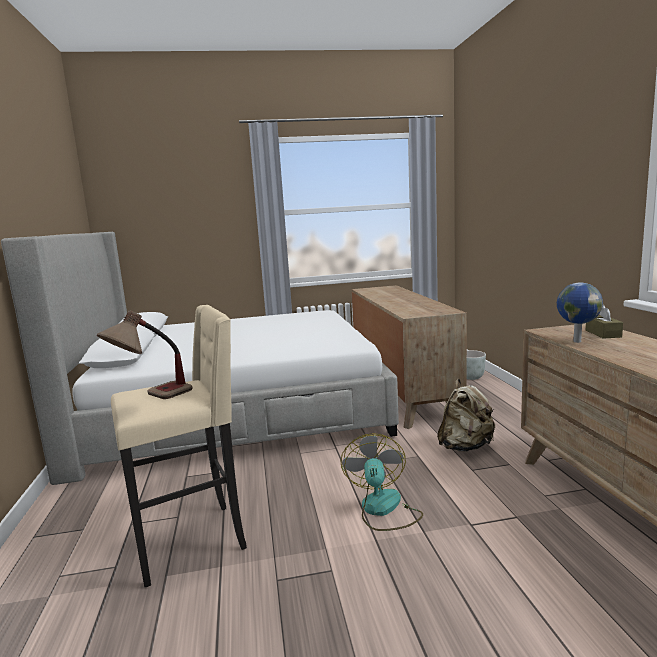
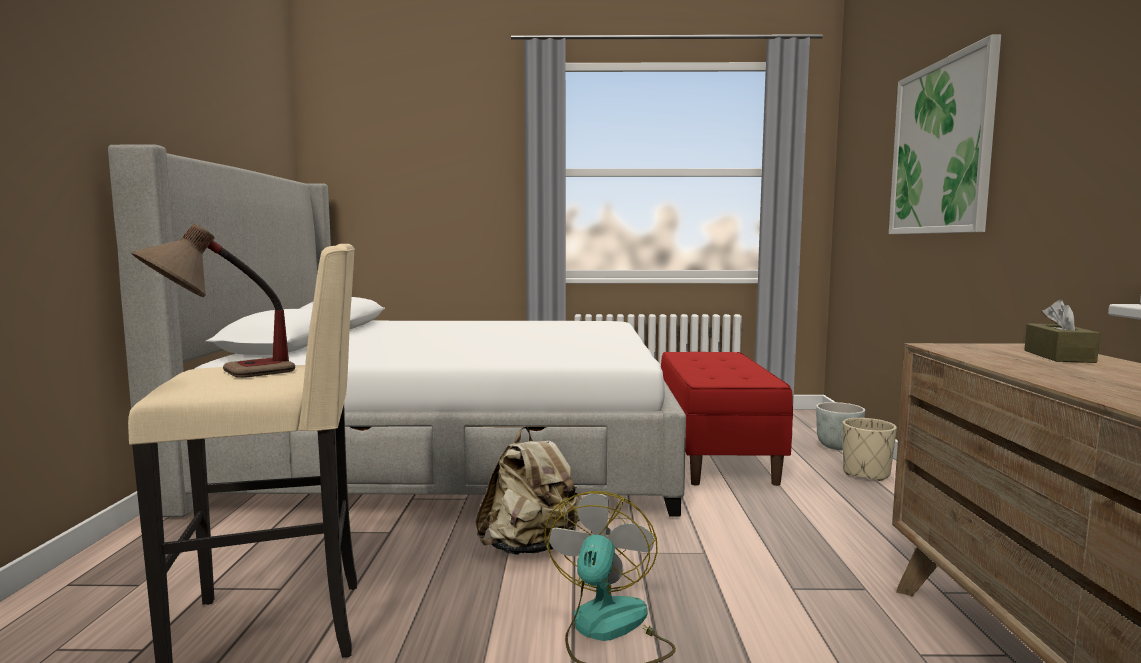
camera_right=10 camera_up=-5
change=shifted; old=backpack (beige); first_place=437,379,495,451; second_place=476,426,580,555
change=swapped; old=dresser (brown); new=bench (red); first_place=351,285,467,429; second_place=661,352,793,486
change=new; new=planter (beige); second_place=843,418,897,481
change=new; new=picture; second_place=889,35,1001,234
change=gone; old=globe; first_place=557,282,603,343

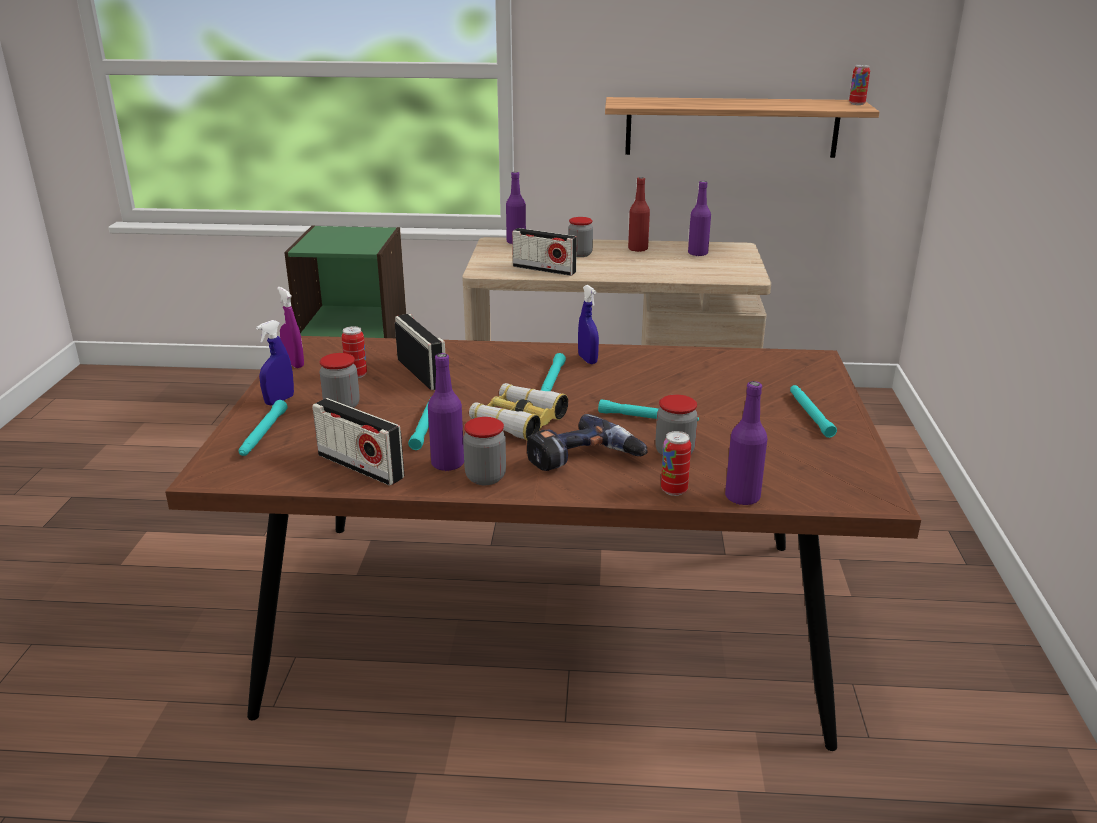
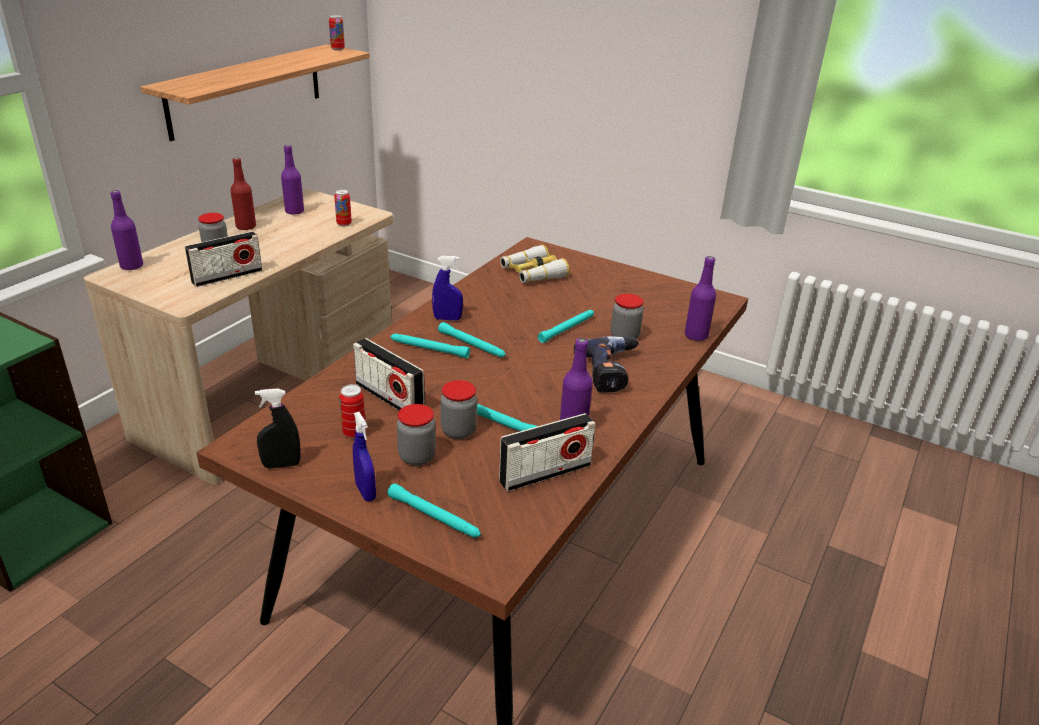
camera_right=-65 camera_up=5
change=repainted; old=spray bottle (purple); new=spray bottle (black); first_place=277,287,304,368; second_place=255,389,301,468
change=shifted; old=can; first_place=661,431,691,496; second_place=334,189,352,227
change=rotated; old=radio; first_place=395,314,445,390; second_place=353,338,425,410; degrees=-135
change=shifted; old=flashlight (turquoise); first_place=790,385,837,438; second_place=391,333,470,358
change=shifted; old=jar; first_place=463,417,506,485; second_place=441,380,477,439
change=shifted; old=binoculars; first_place=469,383,568,441; second_place=500,245,569,283

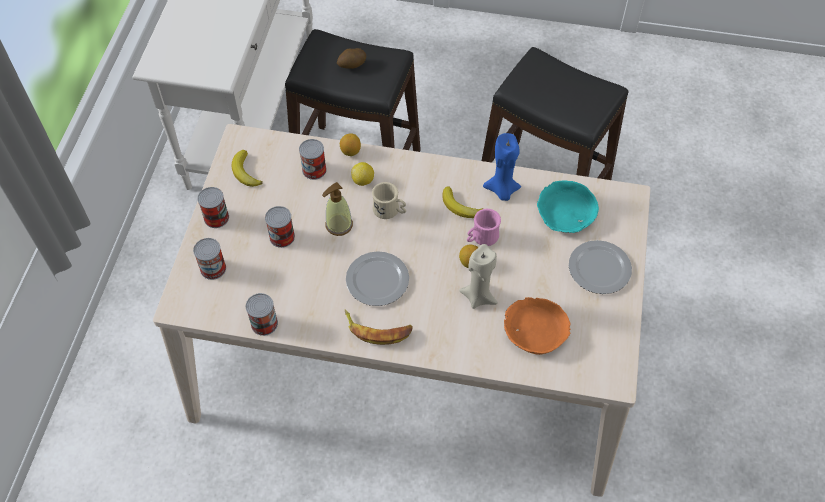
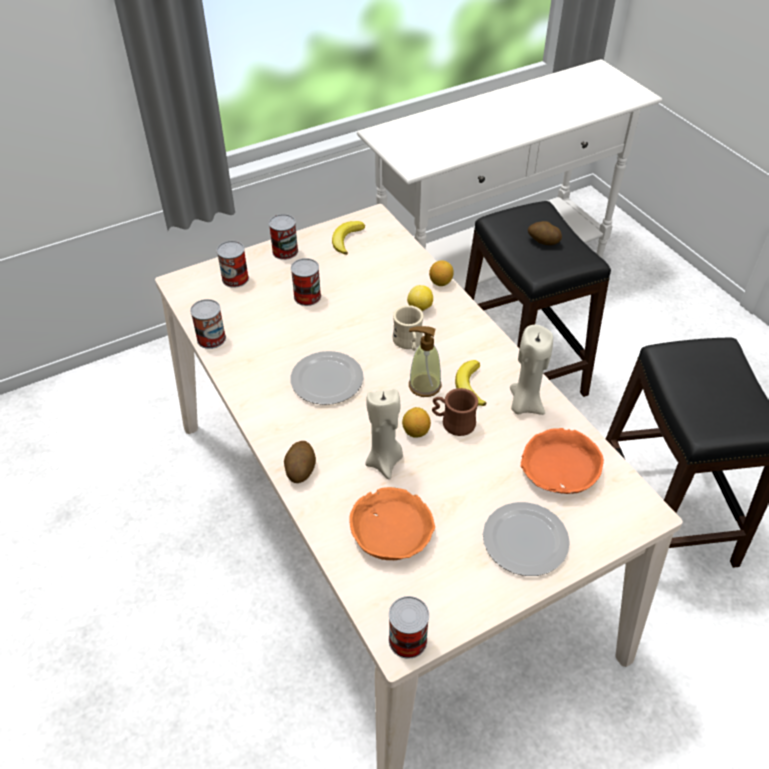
camera_right=50 camera_up=-10
change=new; new=potato; second_place=284,441,316,483
change=shifted; old=can; first_place=299,139,327,180; second_place=389,596,429,659
change=shifted; old=soap dispenser; first_place=322,182,353,236; second_place=409,326,442,397
change=repainted; old=mug (pink); new=mug (brown); first_place=467,209,501,246; second_place=432,388,478,436
change=repainted; old=candle (blue); new=candle (beige); first_place=483,133,521,201; second_place=510,325,553,415
change=repainted; old=bowl (turquoise); new=bowl (orange); first_place=537,181,599,233; second_place=520,428,604,494
change=gone; old=banana; first_place=345,309,413,345

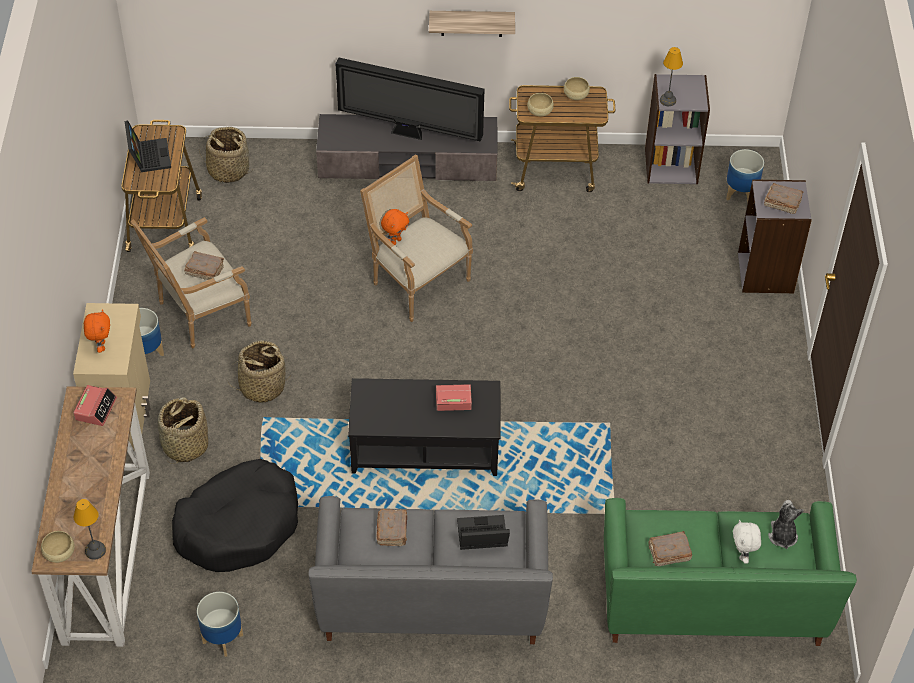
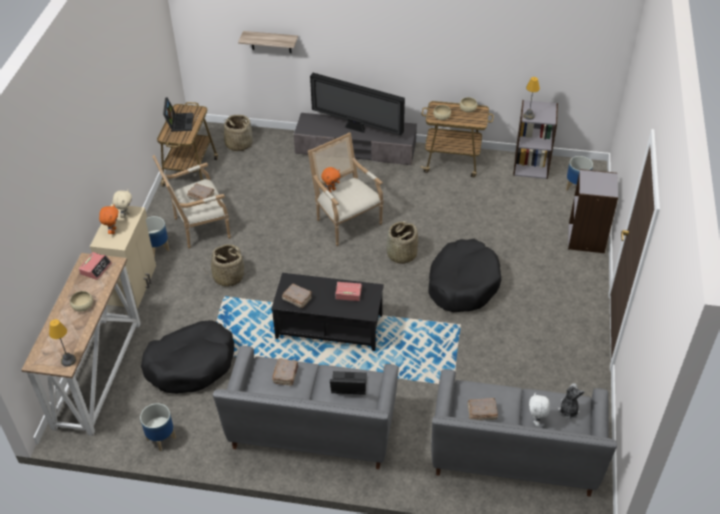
camera_right=10 camera_up=-5
change=shifted; old=bowl (beige); first_place=41,531,75,563; second_place=70,291,93,312
change=new; new=plush toy (beige); second_place=112,190,132,218
change=shifted; old=shelf; first_place=429,11,515,37; second_place=238,31,298,53
change=shifted; old=book (brown); first_place=764,183,803,214; second_place=282,284,312,308
change=shifted; old=basket; first_place=158,397,208,464; second_place=387,221,418,264
change=new; new=dog bed (black); second_place=428,239,501,312
change=repainted; old=sofa (green); new=sofa (grey); first_place=604,498,857,646; second_place=431,369,617,497

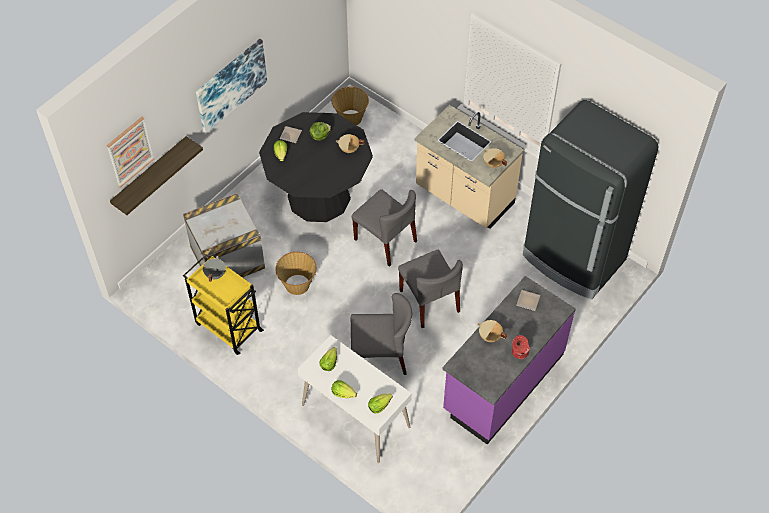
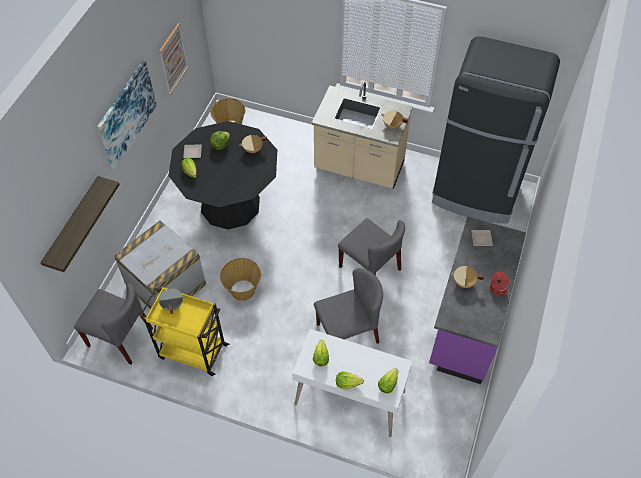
camera_right=-20 camera_up=0
change=shifted; old=chair (grey); first_place=352,189,417,267; second_place=74,284,153,364
change=shifted; old=picture; first_place=107,117,154,188; second_place=159,23,189,95

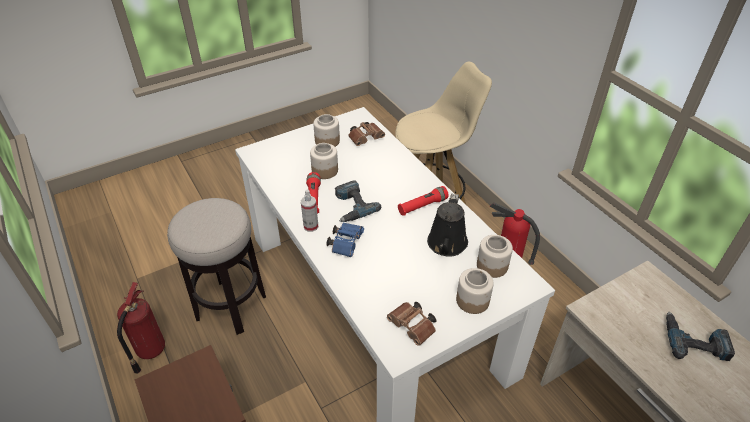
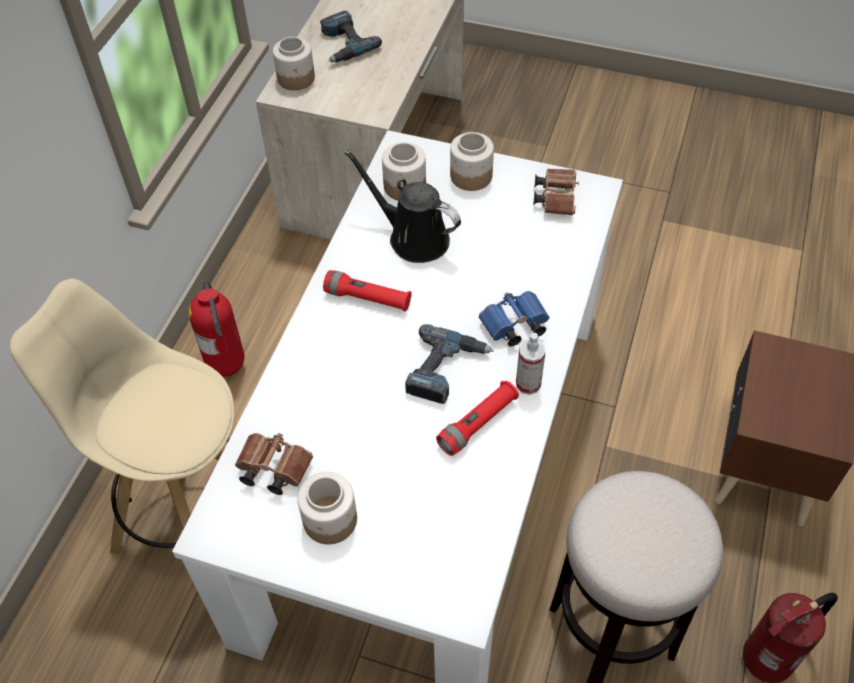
camera_right=-130 camera_up=10
change=shifted; old=jar; first_place=310,143,338,179; second_place=273,37,315,90
change=rotated; old=watering can (black); first_place=427,194,468,256; second_place=345,150,461,263; degrees=-120

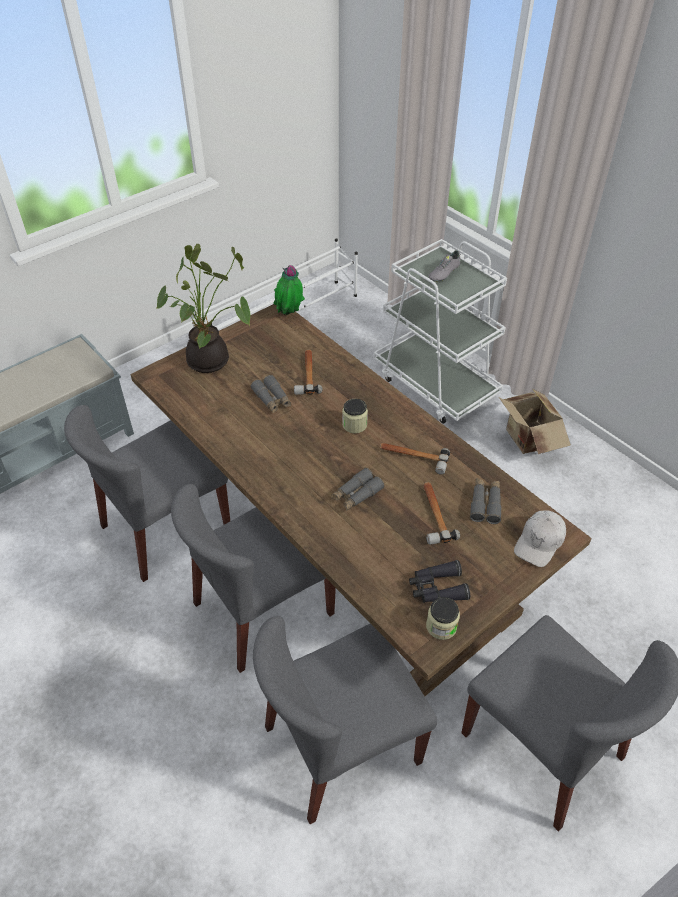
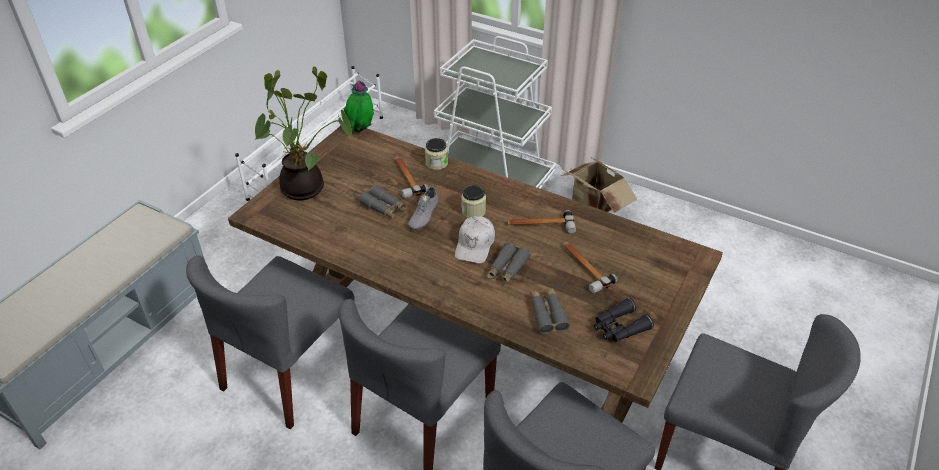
camera_right=-20 camera_up=-5
change=shifted; old=shoe (grey); first_place=428,250,461,282; second_place=408,186,439,230
change=shifted; old=jar; first_place=426,597,460,640; second_place=425,138,448,170
change=shifted; old=cap (white); first_place=514,510,566,567; second_place=455,216,495,264
change=shifted; old=binoculars (grey); first_place=470,478,502,524; second_place=531,288,570,334

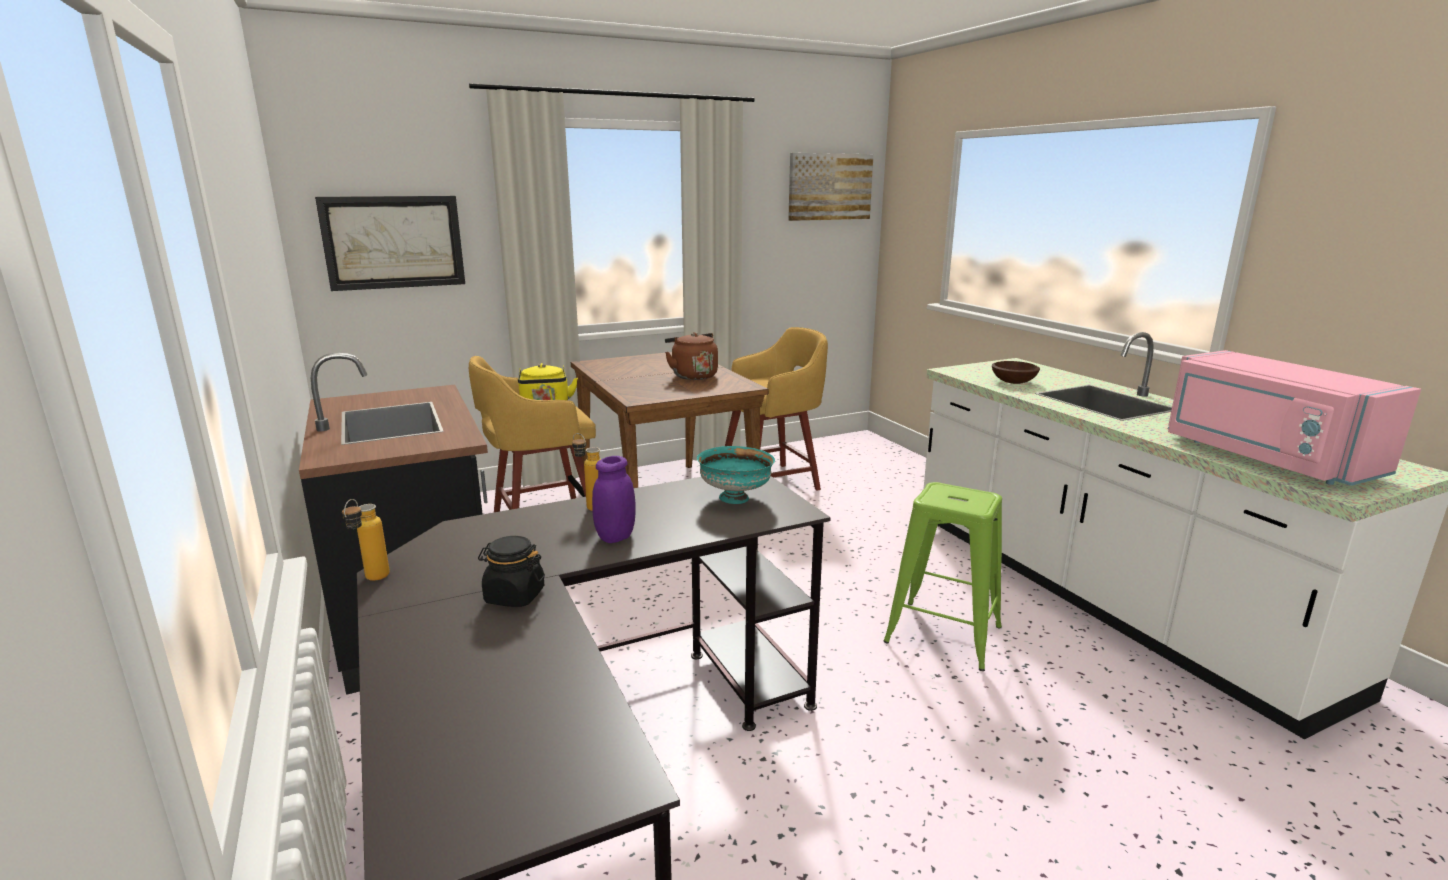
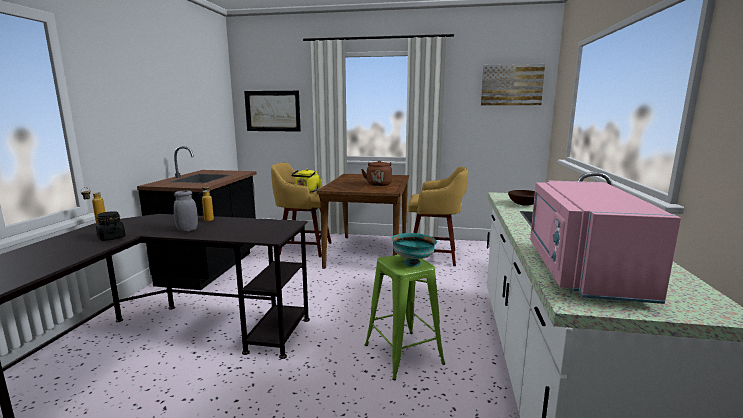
camera_right=35 camera_up=-5
change=repainted; old=jar (purple); new=jar (grey); first_place=592,456,636,543; second_place=174,190,198,232
change=shifted; old=bowl (turquoise); first_place=697,446,775,504; second_place=391,233,437,267

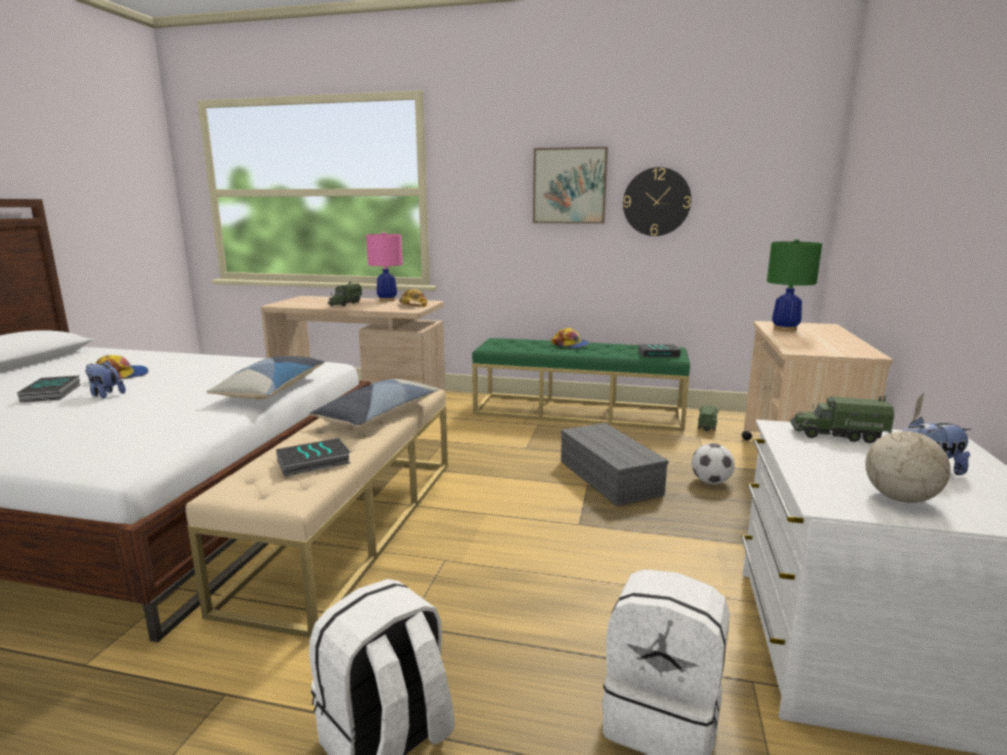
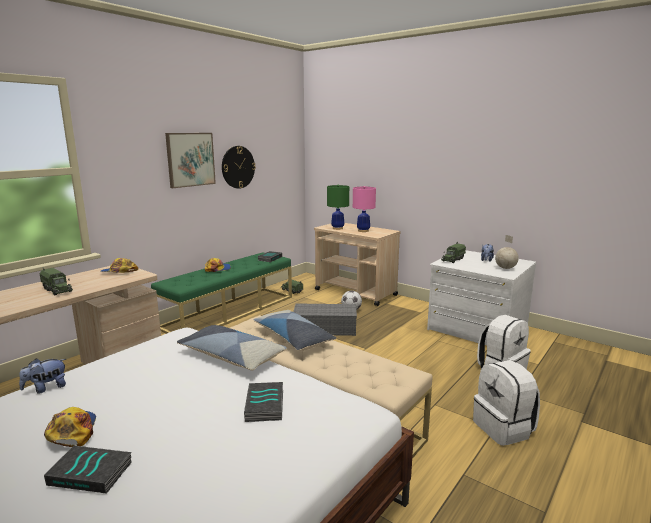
camera_right=-65 camera_up=0
change=shifted; old=plush toy; first_place=85,360,126,399; second_place=19,359,66,393
change=shifted; old=book; first_place=276,438,350,477; second_place=244,382,283,422
change=shifted; old=table lamp (pink); first_place=366,232,403,302; second_place=353,186,376,232

